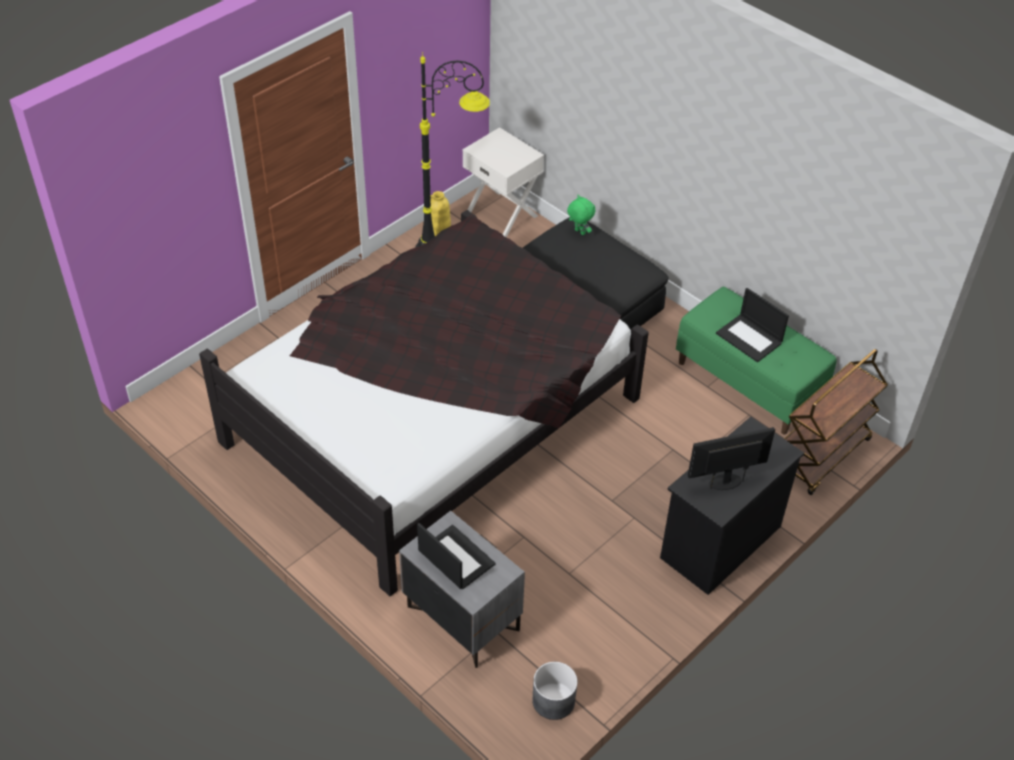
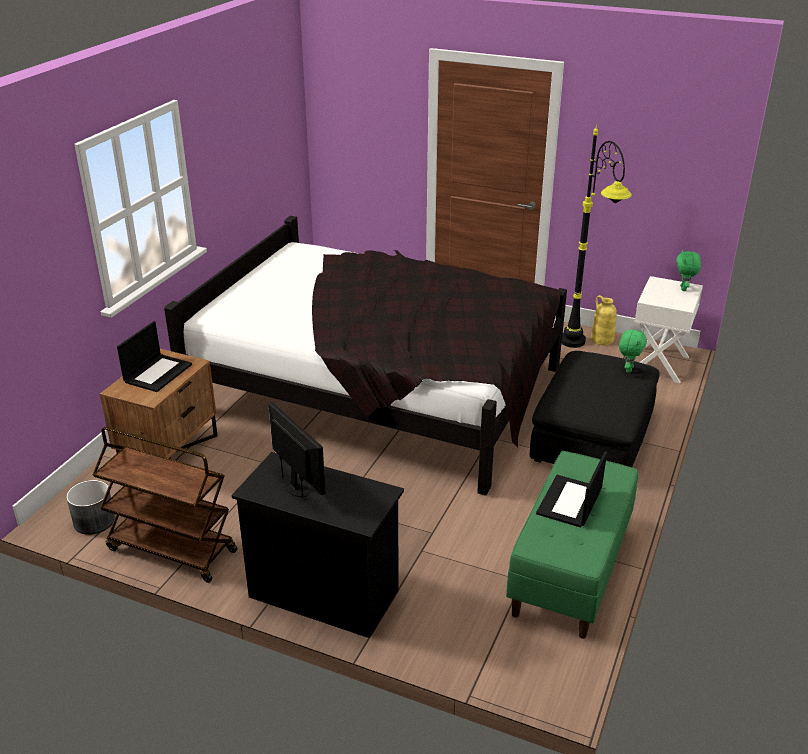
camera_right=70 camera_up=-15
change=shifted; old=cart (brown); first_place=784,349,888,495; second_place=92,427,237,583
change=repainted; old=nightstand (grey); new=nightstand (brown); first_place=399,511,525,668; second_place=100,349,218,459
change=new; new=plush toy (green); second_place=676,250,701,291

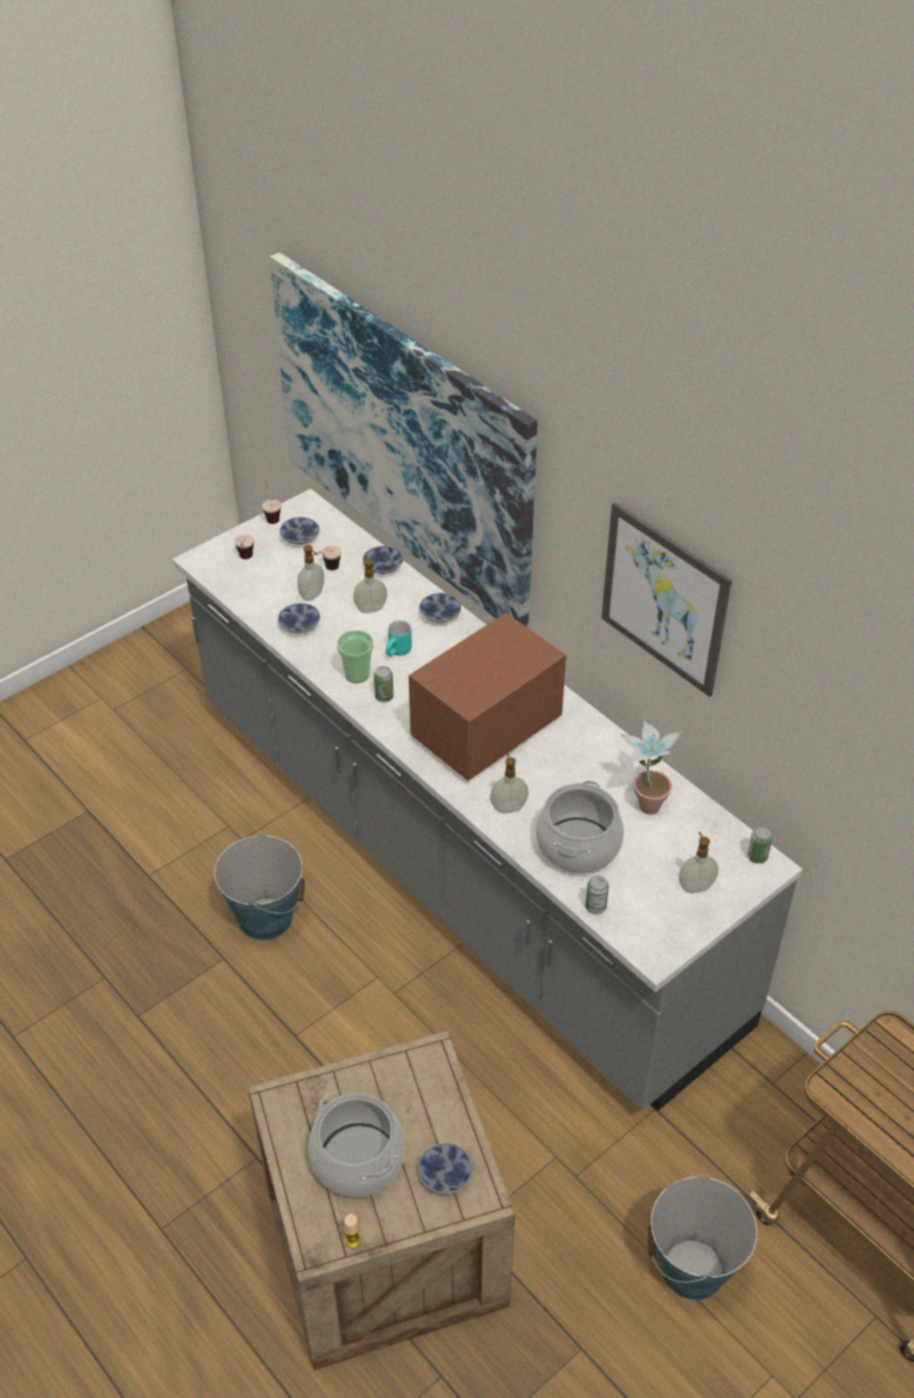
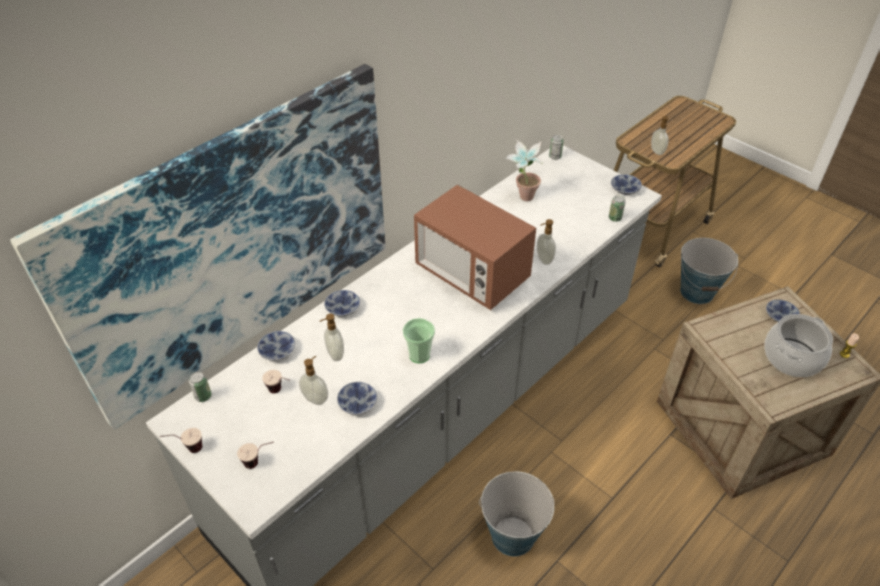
camera_right=-95 camera_up=0
change=shifted; old=can; first_place=374,666,394,702; second_place=189,372,212,402
change=shifted; old=bowl; first_place=280,517,320,545; second_place=611,174,642,195
change=shifted; old=soap dispenser; first_place=679,832,719,893; second_place=651,116,669,155
change=gone; old=mug (turquoise); first_place=386,620,412,657
change=gone; old=cooking pot; first_place=536,780,624,874
change=gone; old=picture; first_place=601,502,732,697

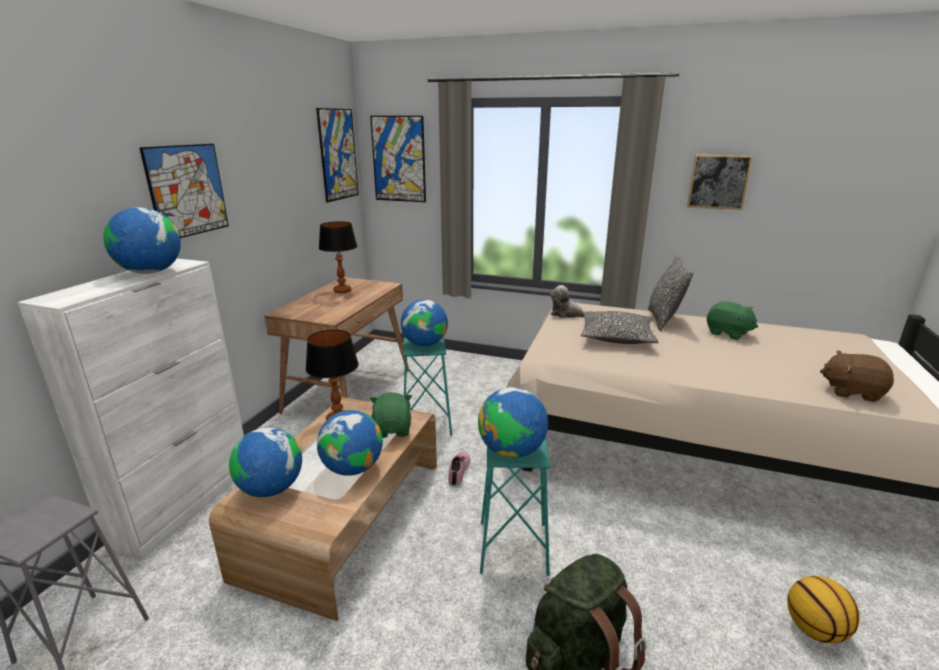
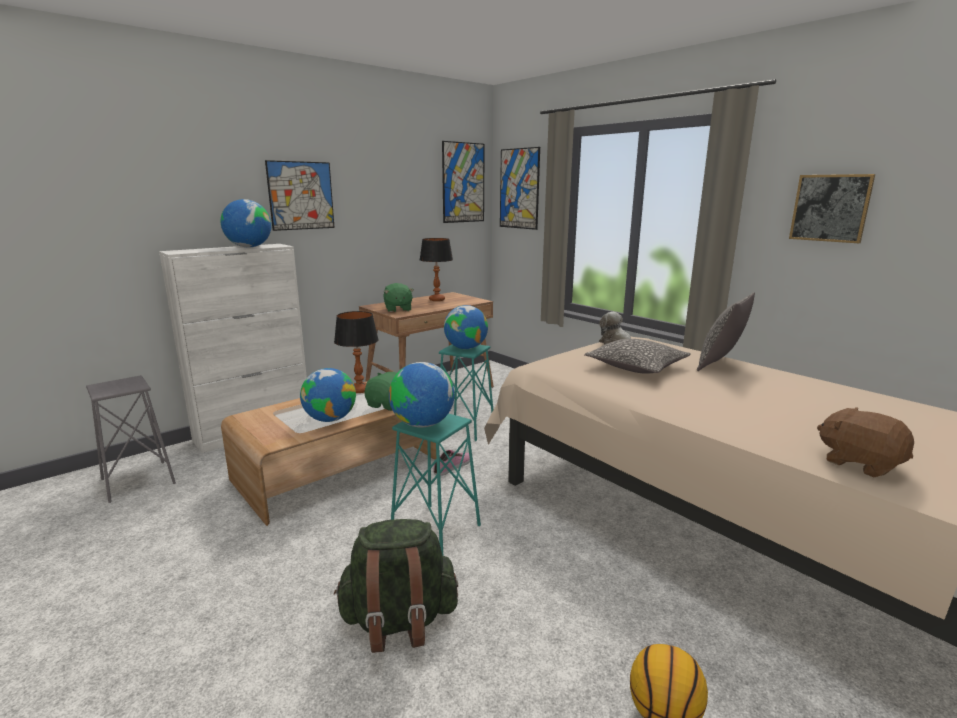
camera_right=30 camera_up=-5
change=shifted; old=plush toy (green); first_place=707,301,758,340; second_place=384,283,414,312
change=gone; old=globe; first_place=229,427,302,497

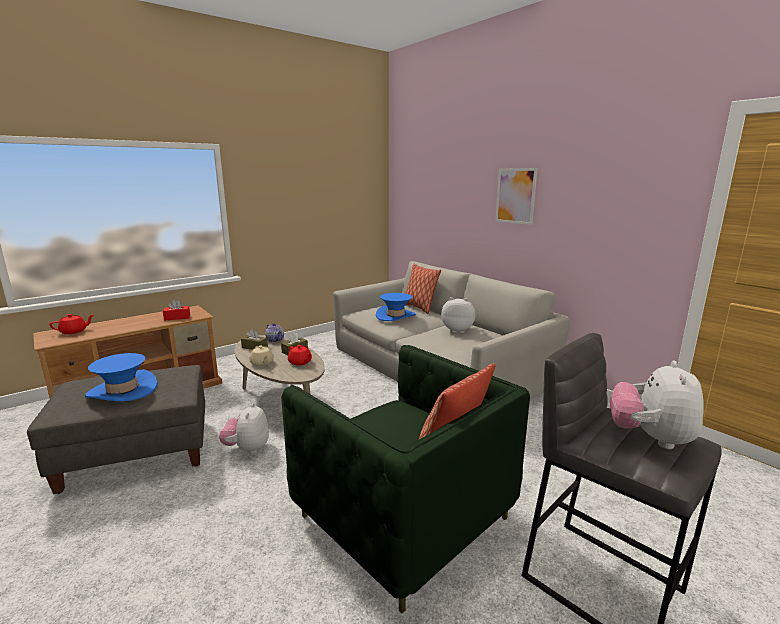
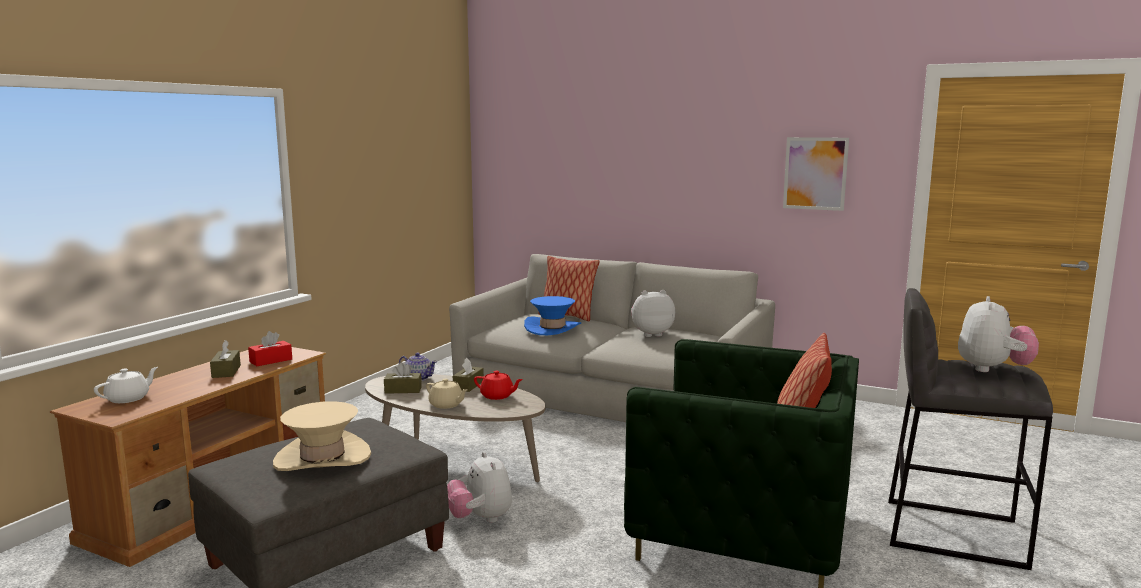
camera_right=-25 camera_up=-5
change=repainted; old=teapot (red); new=teapot (white); first_place=49,314,94,334; second_place=94,367,158,403
change=new; new=tissue box (brown); second_place=210,340,241,378
change=repainted; old=hat (blue); new=hat (beige); first_place=85,353,157,401; second_place=273,401,371,471
change=shifted; old=picture; first_place=495,168,537,225; second_place=783,137,849,211
change=rotated; old=plush toy; first_place=610,360,704,449; second_place=958,296,1039,372; degrees=-150

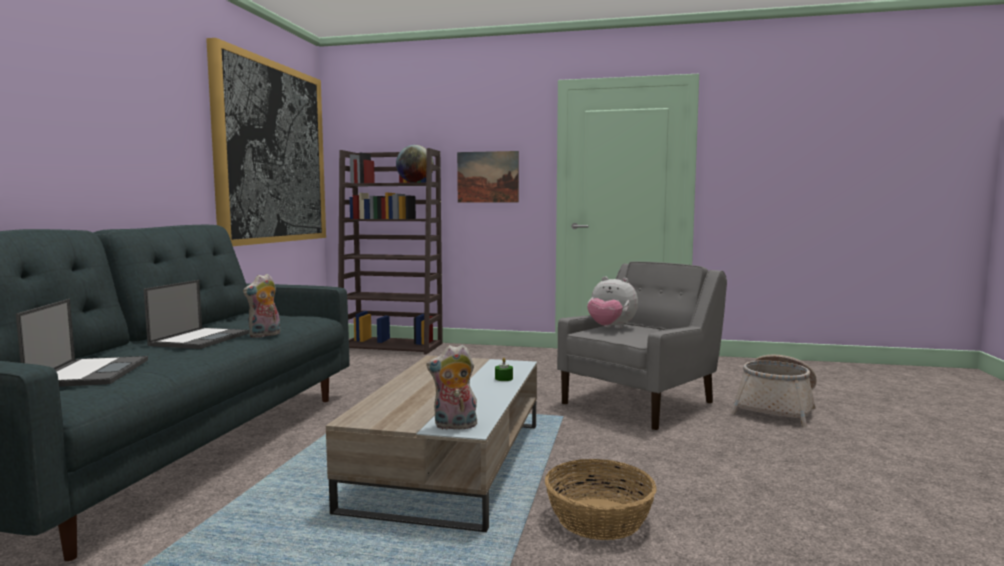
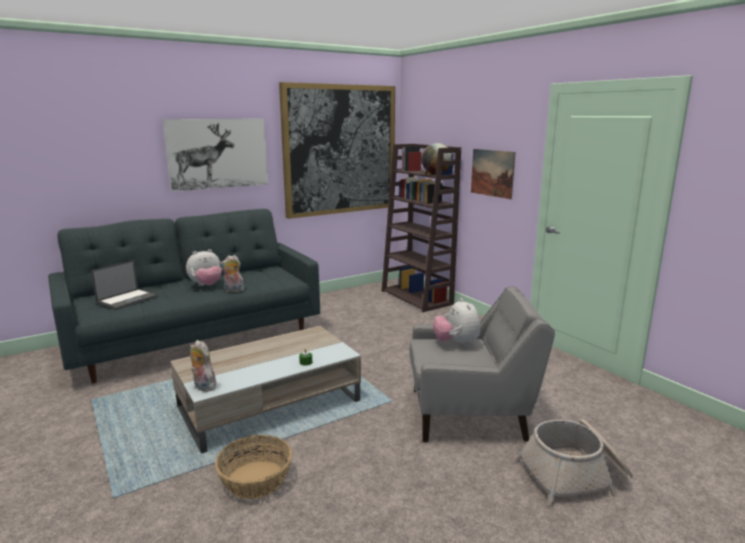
camera_right=45 camera_up=10
change=new; new=picture; second_place=163,119,268,192
change=swapped; old=laptop; new=plush toy; first_place=144,280,249,349; second_place=186,249,222,286

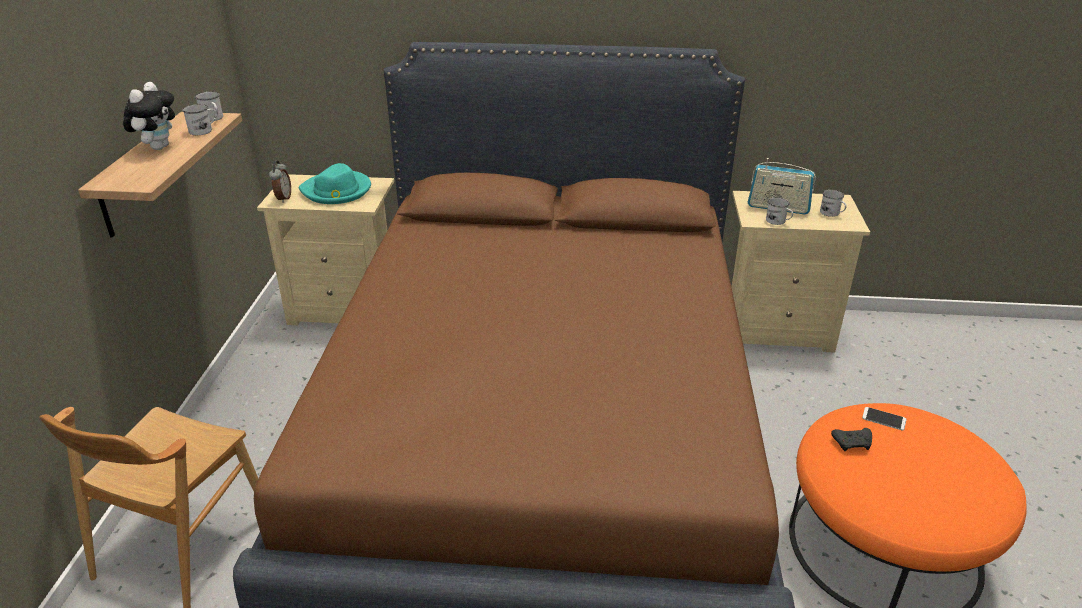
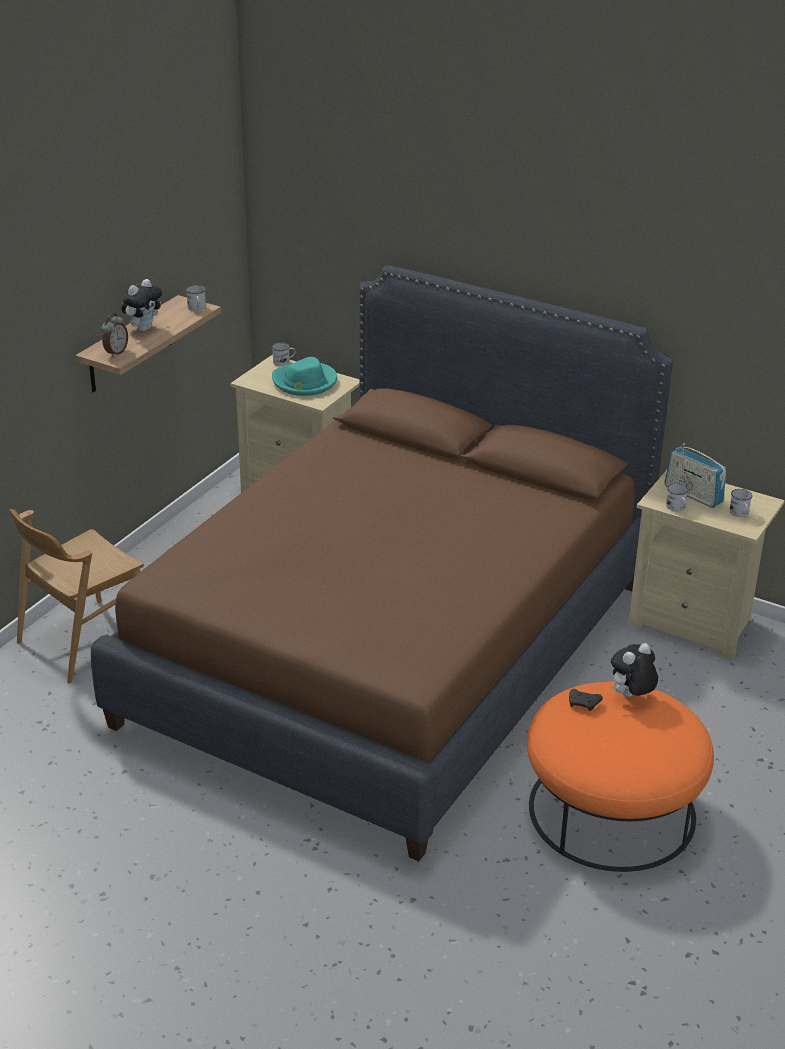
camera_right=25 camera_up=0
change=shifted; old=alarm clock; first_place=269,161,291,203; second_place=102,313,128,357
change=shifted; old=mug (white); first_place=182,104,217,135; second_place=272,343,296,366
change=swapped; old=phone; new=plush toy; first_place=862,407,906,430; second_place=611,643,658,697

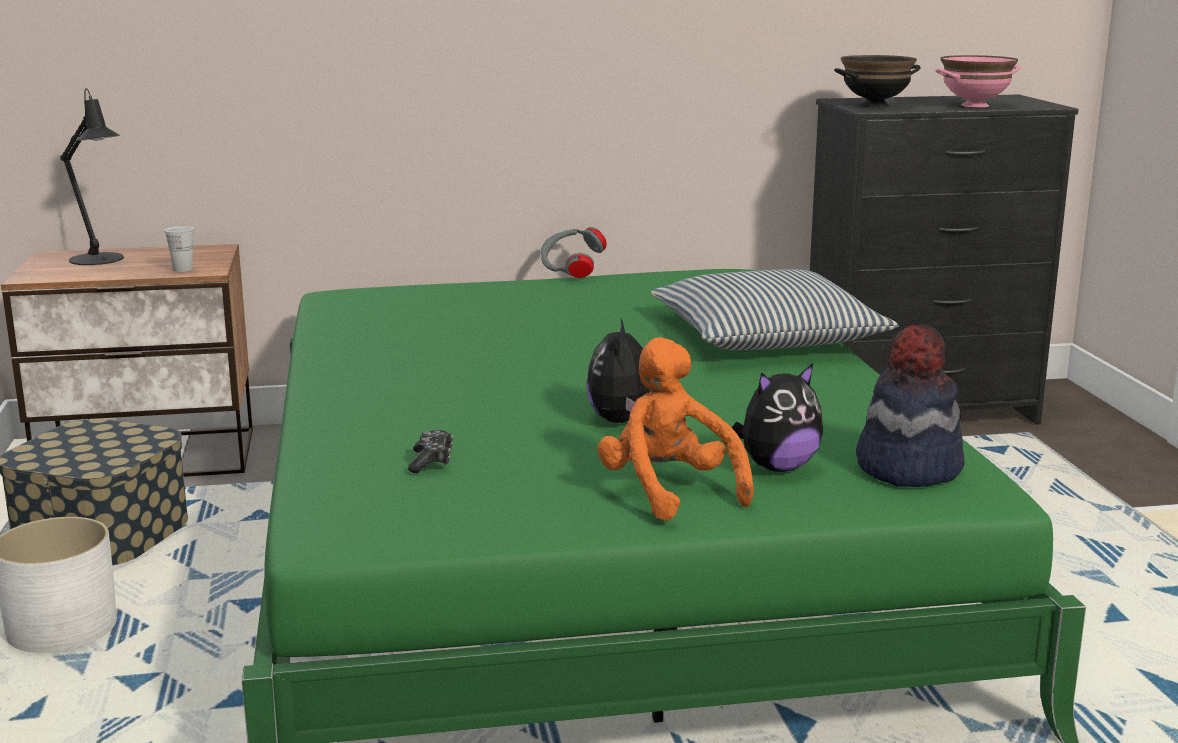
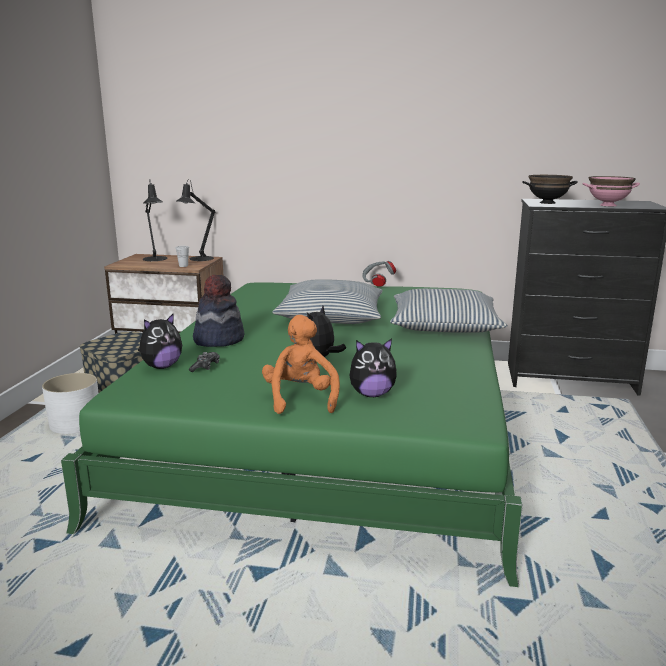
camera_right=20 camera_up=0
change=new; new=plush toy; second_place=138,313,182,369
change=new; new=table lamp (black); second_place=176,179,215,261
change=shifted; old=hat; first_place=856,324,965,487; second_place=193,275,244,347
change=new; new=pillow; second_place=273,279,383,324

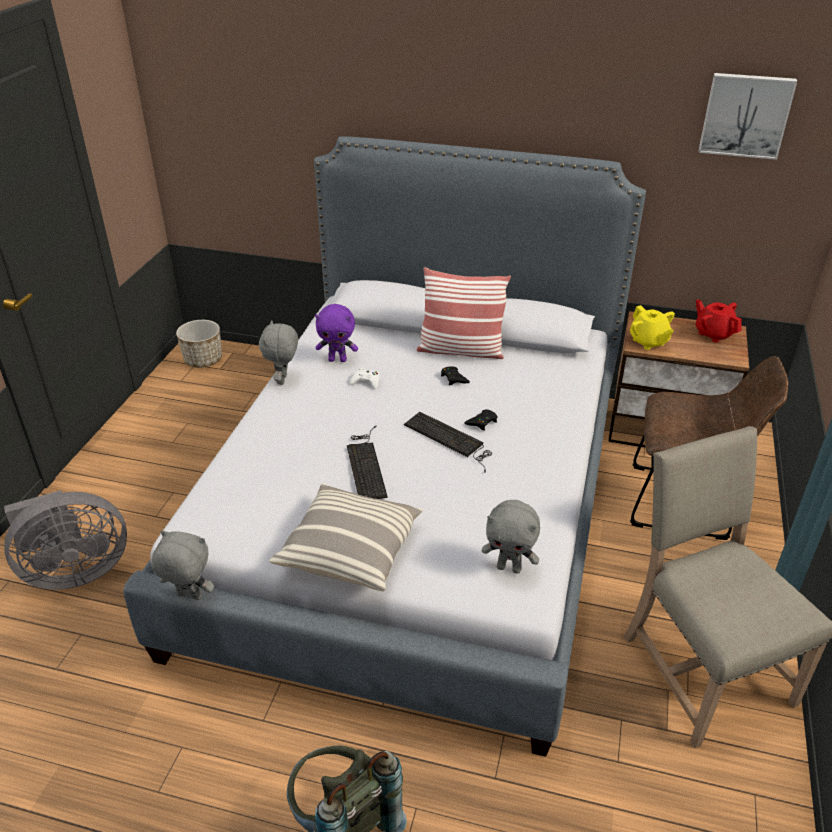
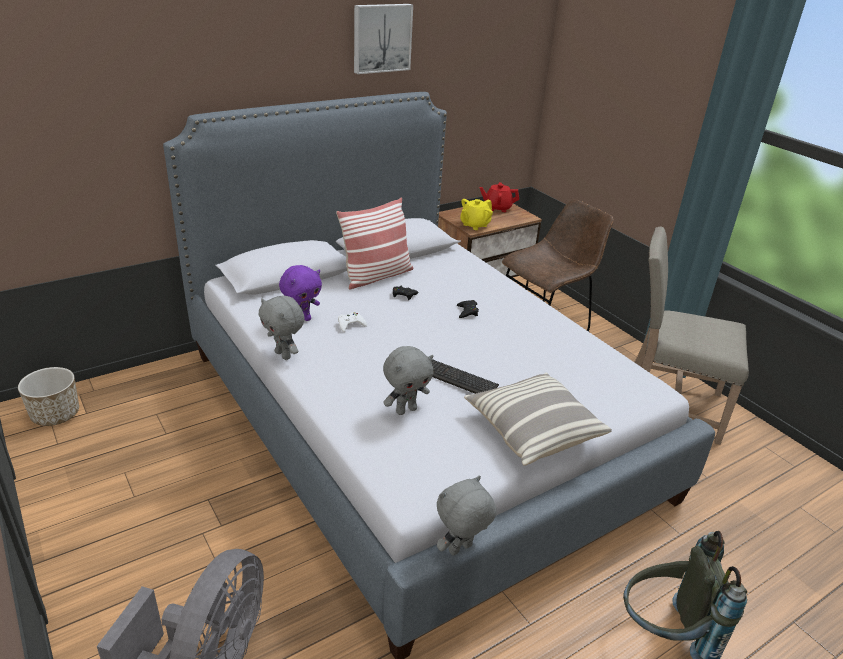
camera_right=-50 camera_up=-5
change=shifted; old=picture; first_place=699,73,797,160; second_place=354,4,413,74
change=shifted; old=plush toy (grey); first_place=482,500,540,574; second_place=383,346,433,415
change=rotated; old=teapot (yellow); first_place=630,305,675,350; second_place=460,199,493,230; degrees=120
change=gone; old=keyboard; first_place=404,412,492,472

